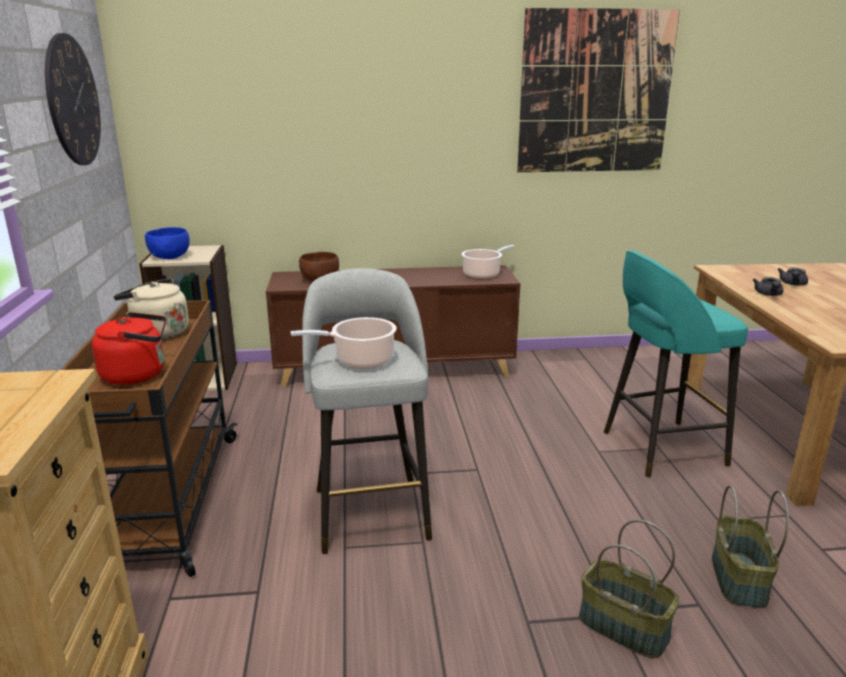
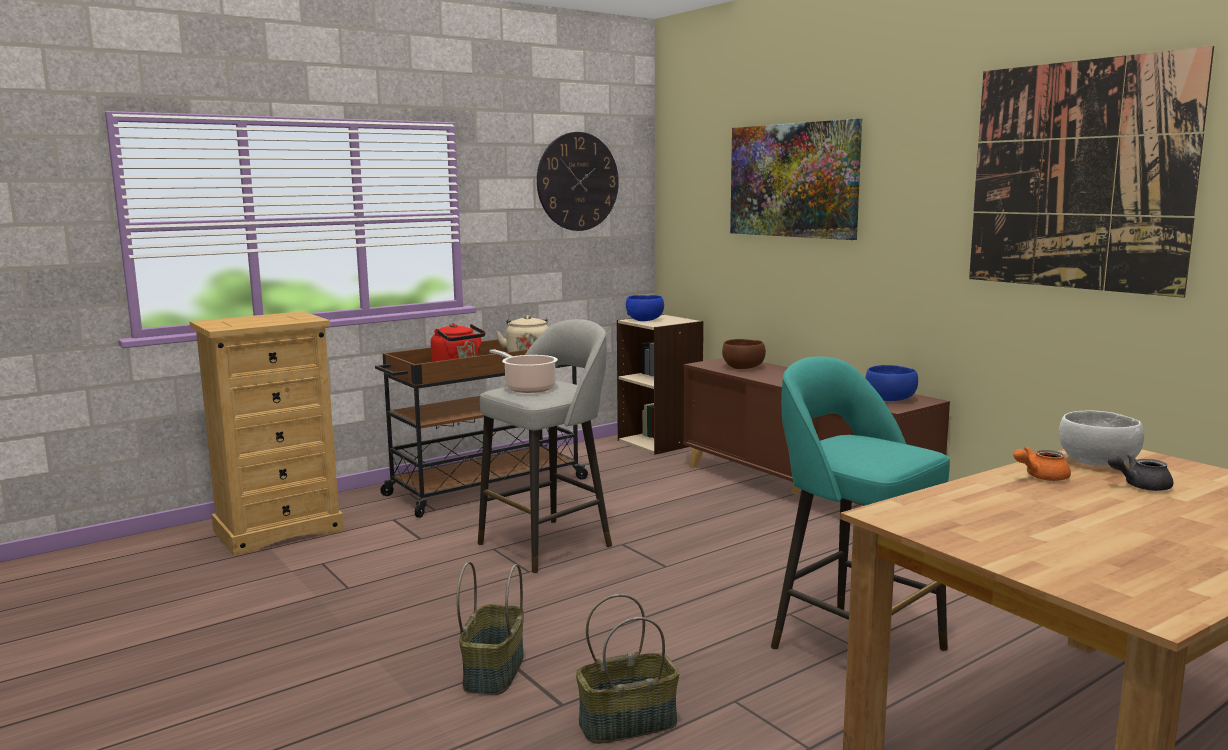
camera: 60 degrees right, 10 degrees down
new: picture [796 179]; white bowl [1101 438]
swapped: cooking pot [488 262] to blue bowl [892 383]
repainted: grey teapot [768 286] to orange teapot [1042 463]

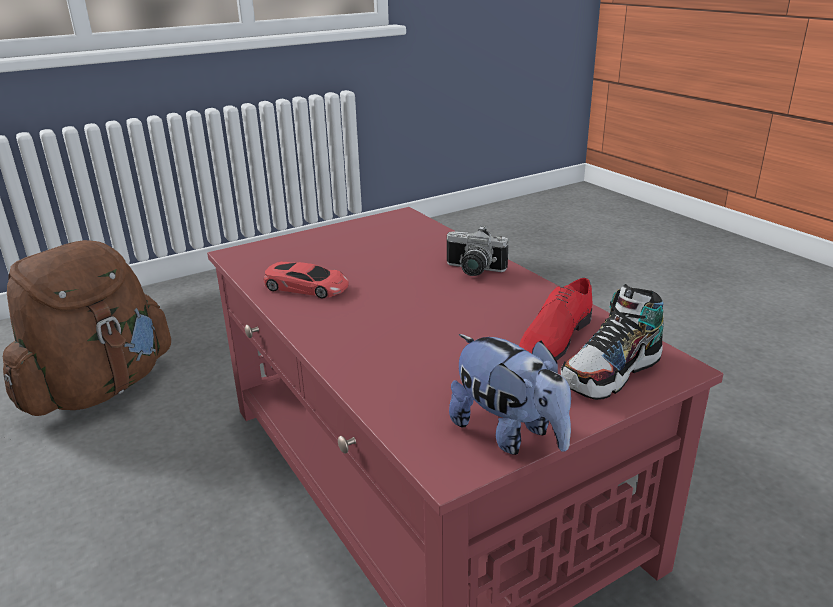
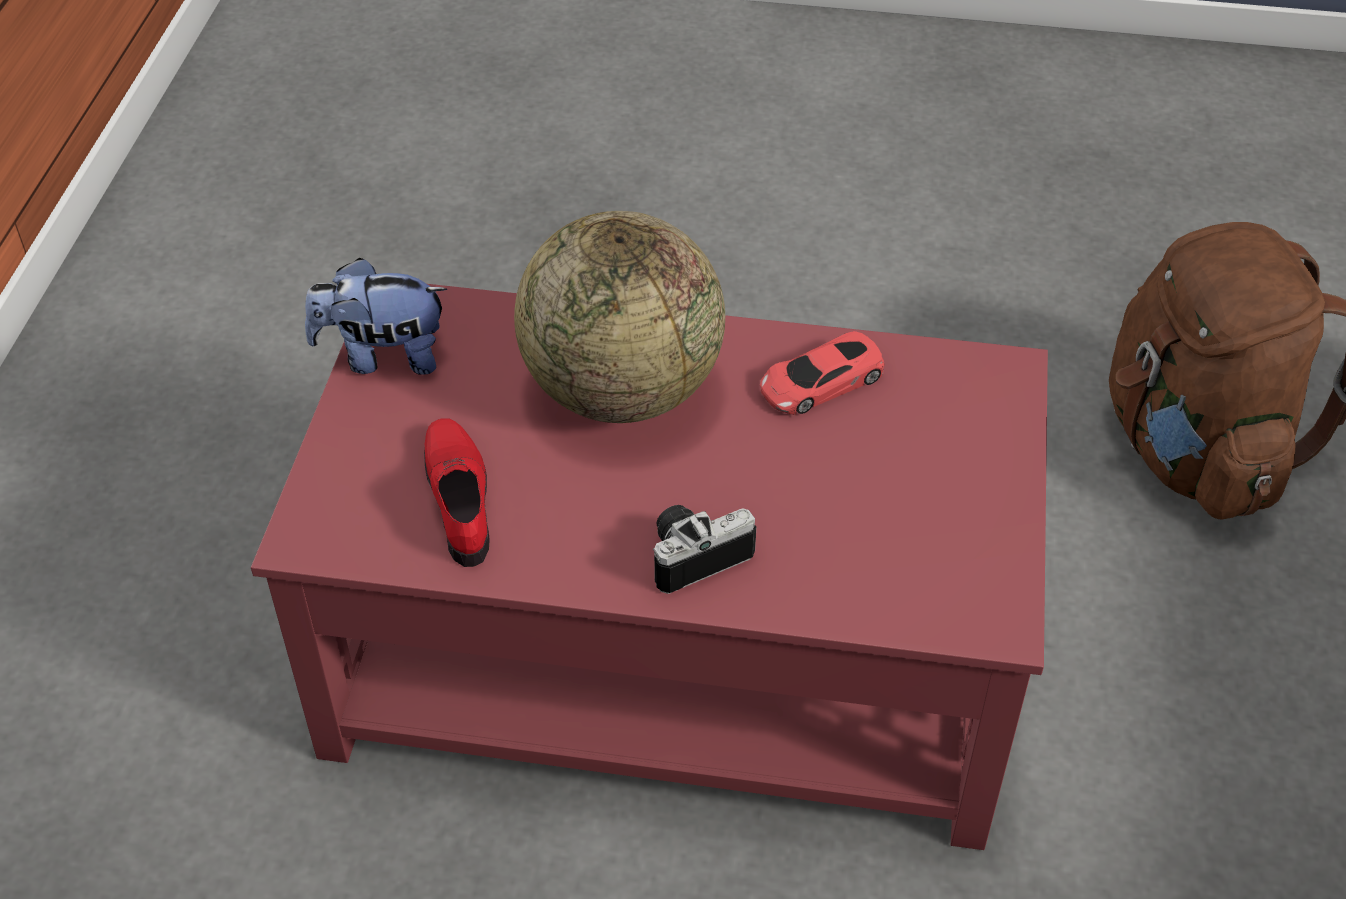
camera: 130 degrees right, 20 degrees up
gone: shoe [612 342]
new: globe [619 317]

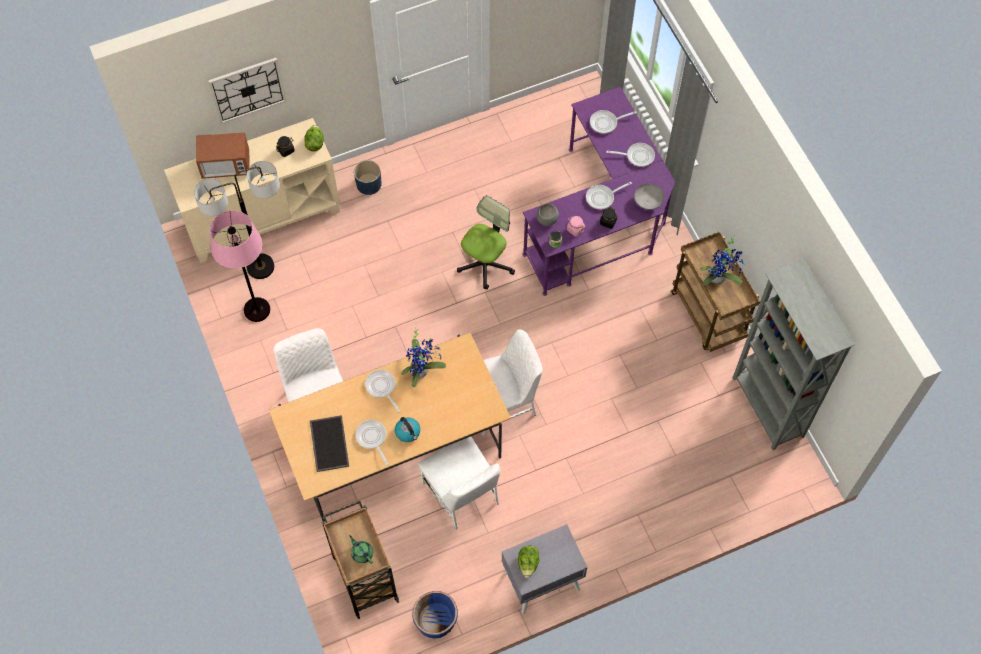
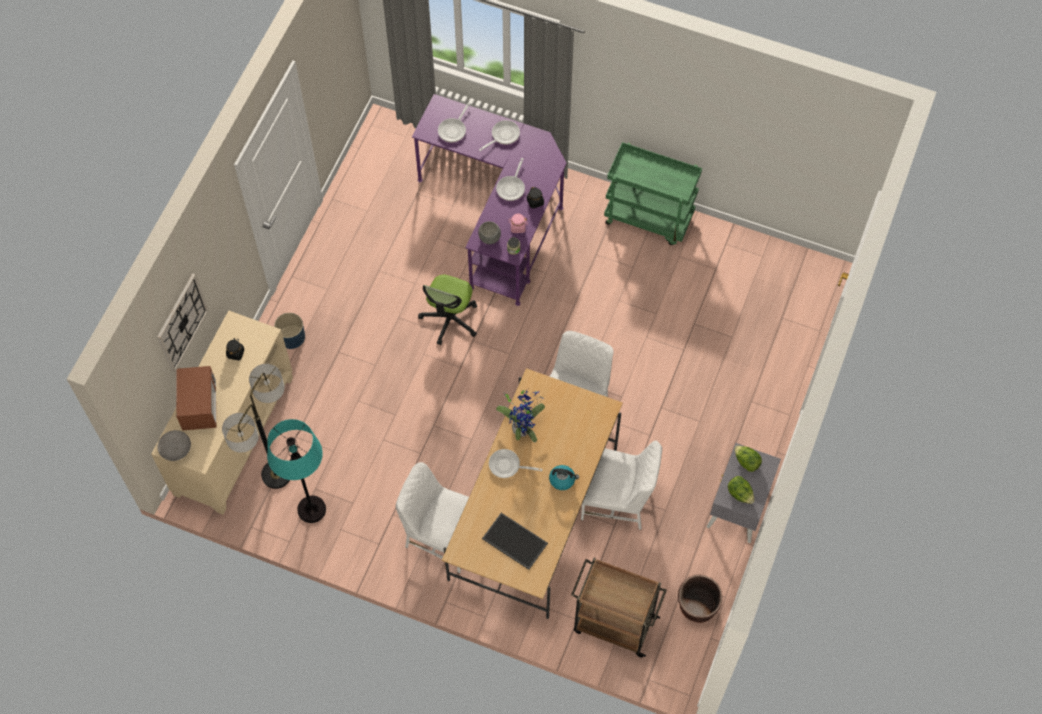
camera: 45 degrees left, 0 degrees up
gone: green teapot [361 549]; frying pan [372 443]; potted plant [722 260]; grey bookcase [794 354]
shifted: lettuce [314 138] to [748 459]; grey bowl [649 197] to [174 445]
repainted: pink floor lamp [240 266] to turquoise floor lamp [296 471]; blue planter [435 615] to brown planter [700 598]; brown cart [715 292] to green cart [653 193]
rotated: microwave [223 155] = [196 398] 45 degrees counterclockwise; office chair [486 242] = [447 310] 150 degrees counterclockwise

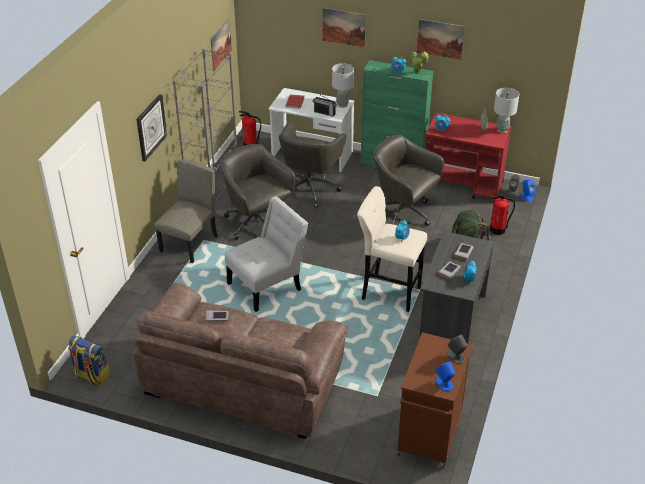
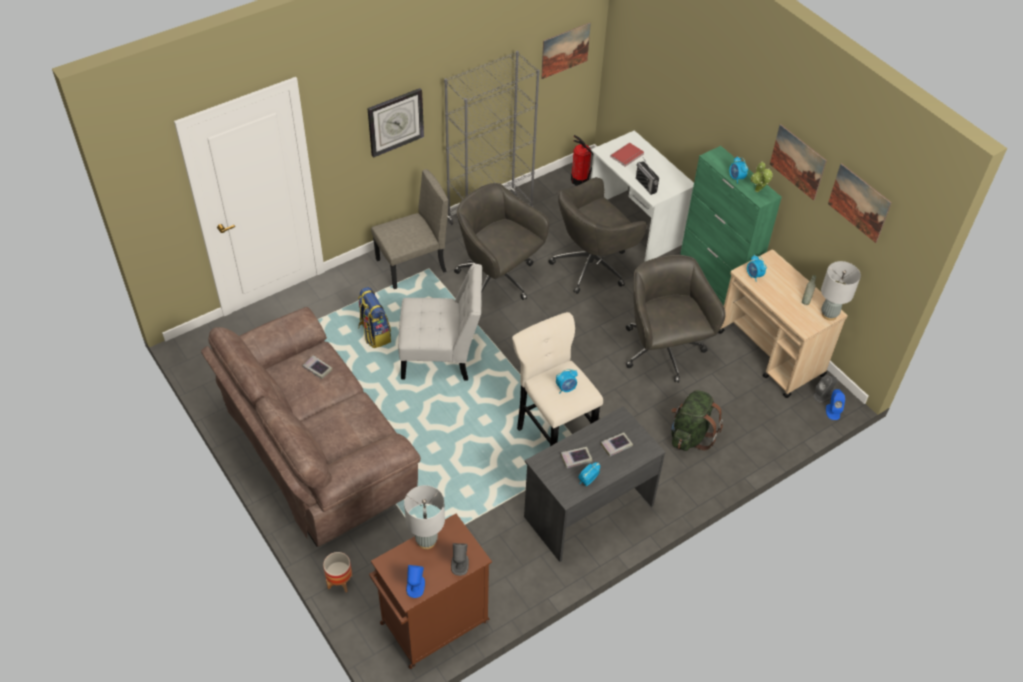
camera: 35 degrees right, 10 degrees up
gone: fire extinguisher [502 214]
new: planter [337 572]
shifted: backpack [89 361] to [374 318]; picture [344 28] to [860 203]; grey table lamp [343 85] to [424 517]
repainted: red cart [468 157] to beige cart [783 324]
rotated: grey office chair [258 192] = [501 241] 45 degrees counterclockwise

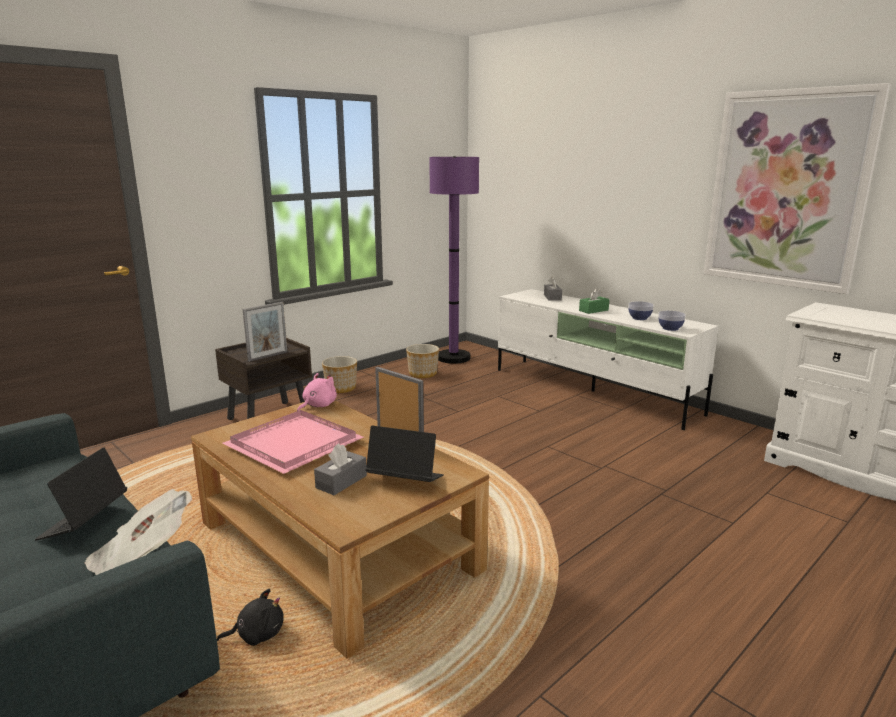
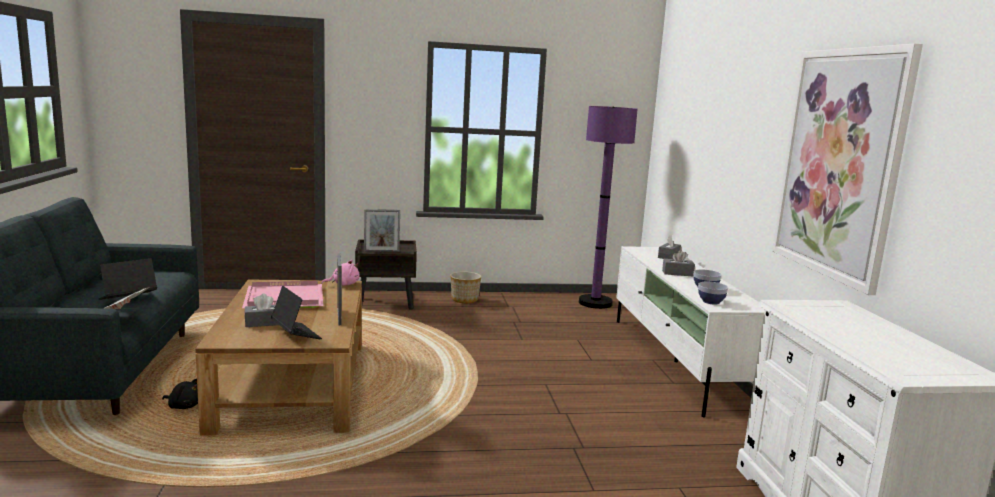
camera: 35 degrees right, 5 degrees down
gone: planter [422 361]
repainted: green tissue box [594 301] to grey tissue box [678 263]

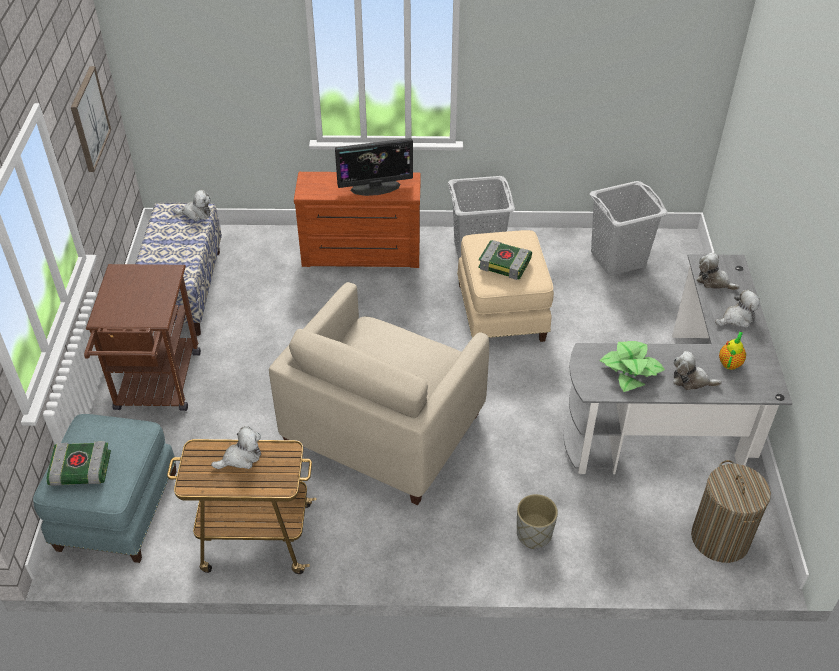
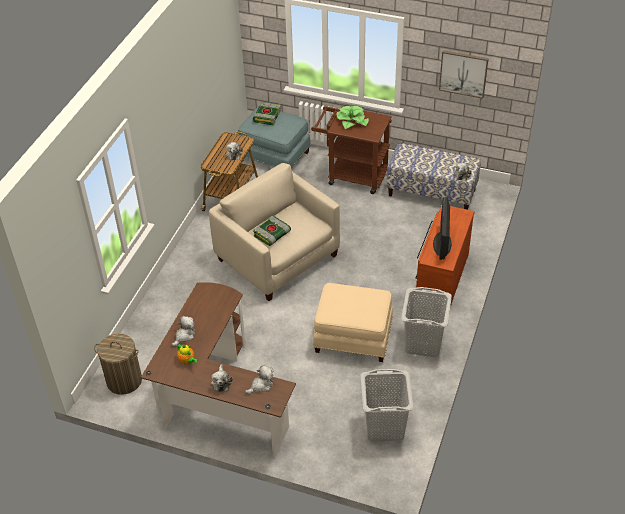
camera: 110 degrees right, 0 degrees up
gone: grey planter [537 521]
shifted: book [505 260] to [272 231]; potted plant [632 366] to [352 117]
repainted: grey desk [678 364] to brown desk [218 370]

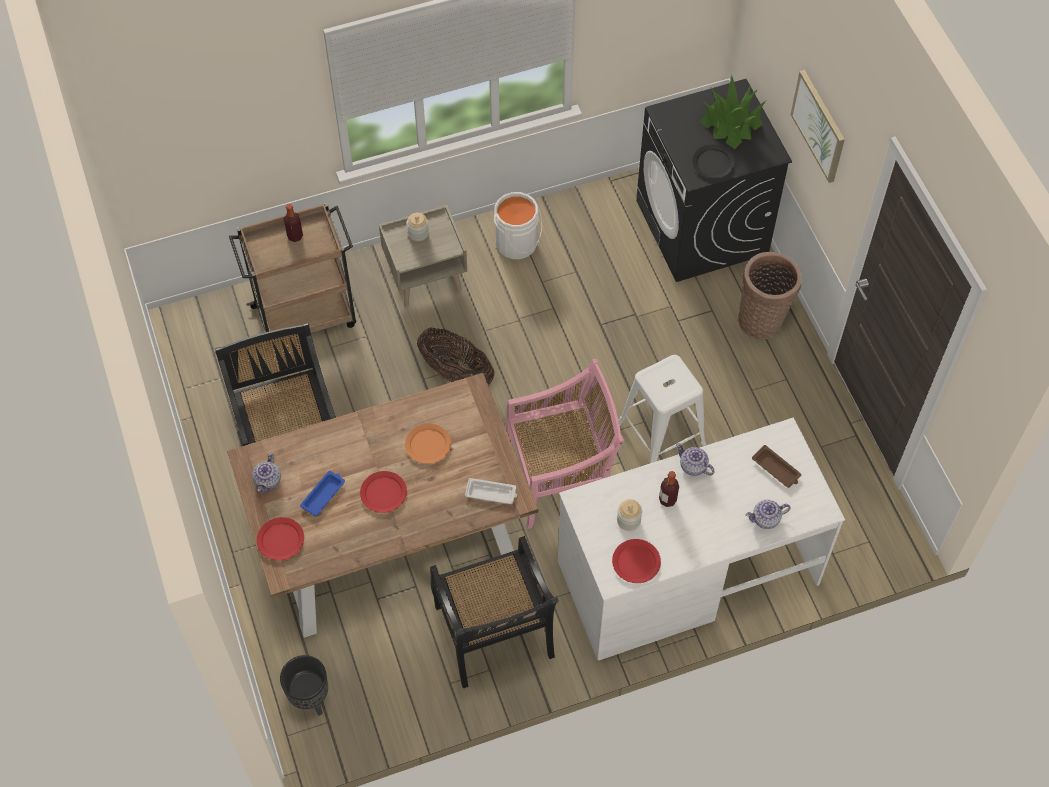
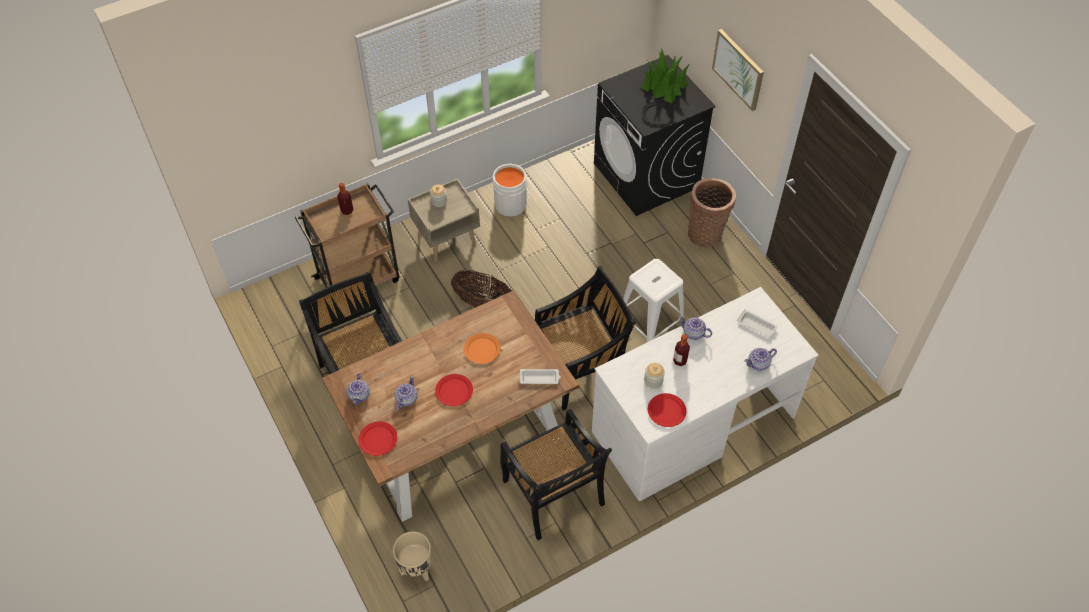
camera: 10 degrees left, 5 degrees down
swapped: blue tray [322 493] to teapot [405 393]
repainted: black planter [304 685] to beige planter [412 556]; pink chair [565 444] to black chair [585 338]; brown tray [776 466] to white tray [757 323]

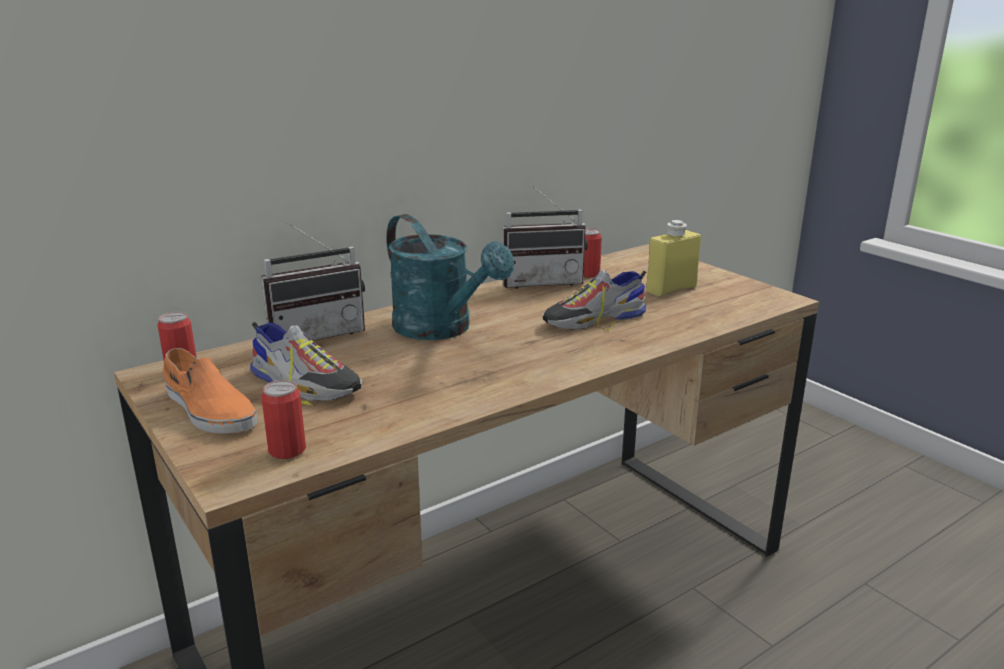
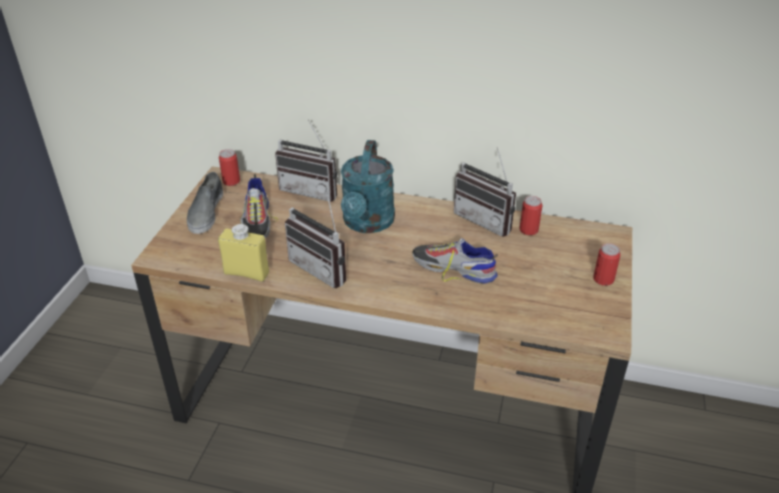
camera: 50 degrees right, 15 degrees up
new: radio [315 240]
shifted: can [284 419] to [607 264]; yellow bottle [673 258] to [243 252]
repainted: orange shoe [210 391] to grey shoe [205 203]

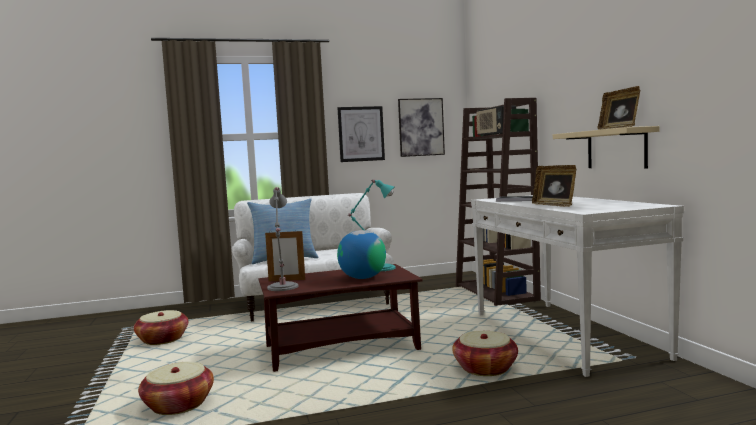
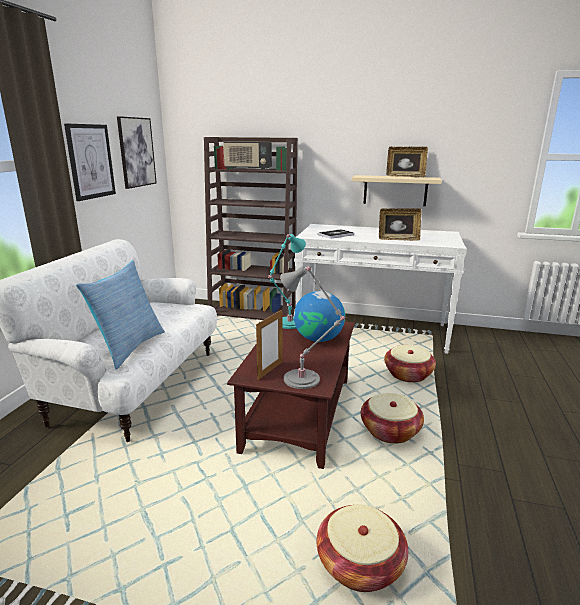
camera: 60 degrees left, 15 degrees up
shifted: basket [161 327] to [392 418]

